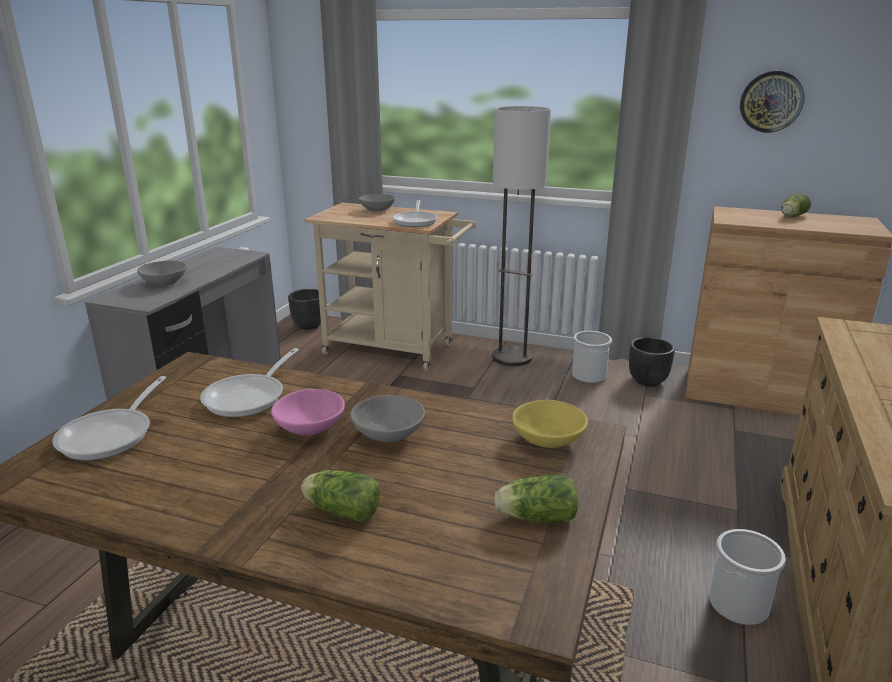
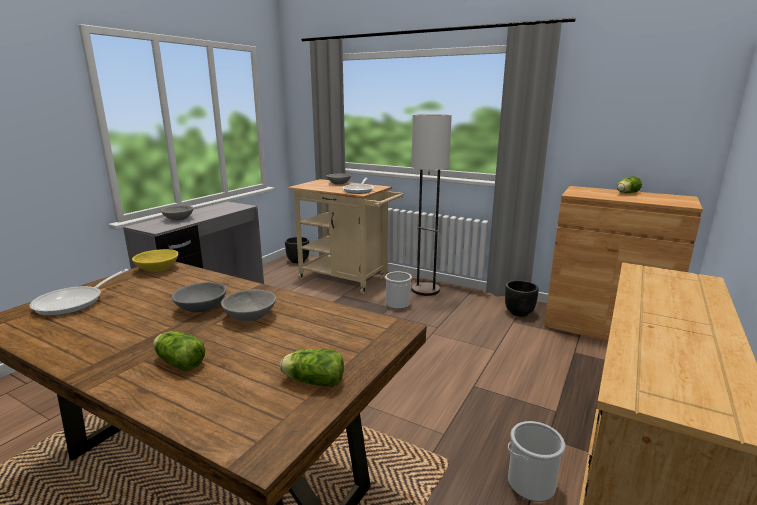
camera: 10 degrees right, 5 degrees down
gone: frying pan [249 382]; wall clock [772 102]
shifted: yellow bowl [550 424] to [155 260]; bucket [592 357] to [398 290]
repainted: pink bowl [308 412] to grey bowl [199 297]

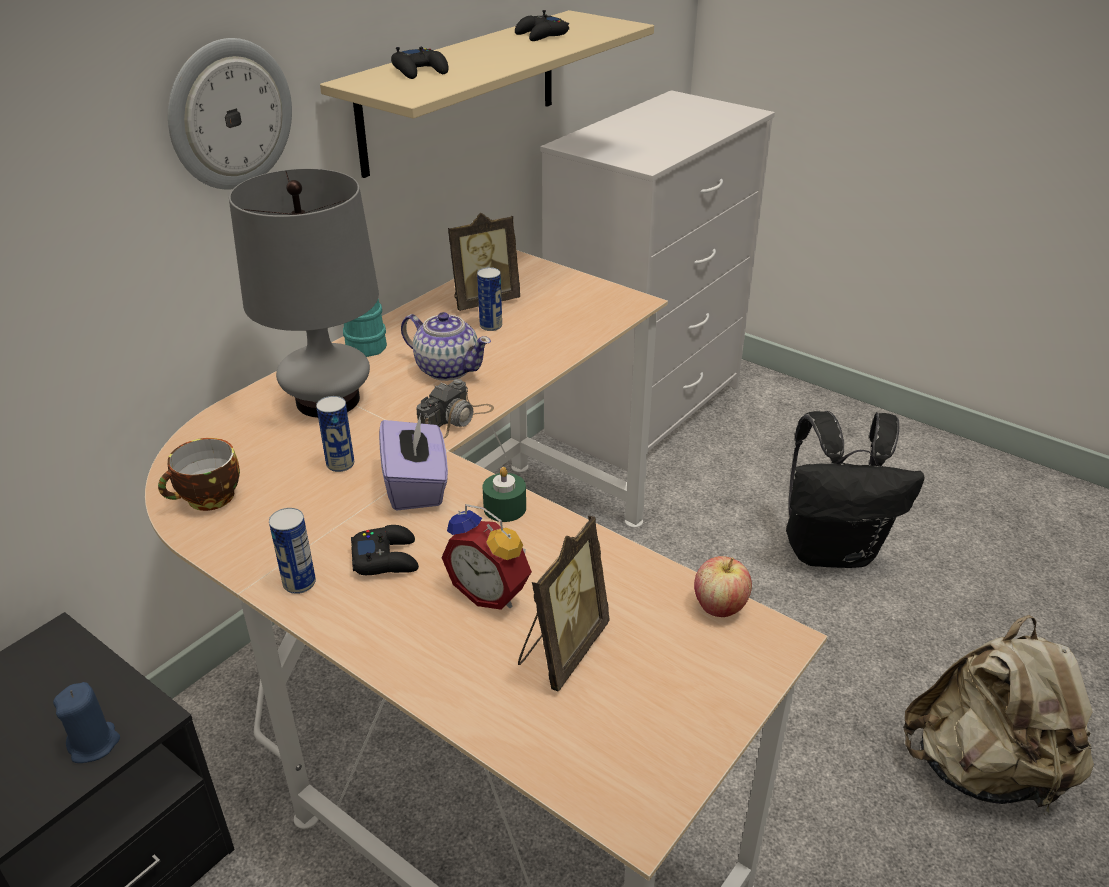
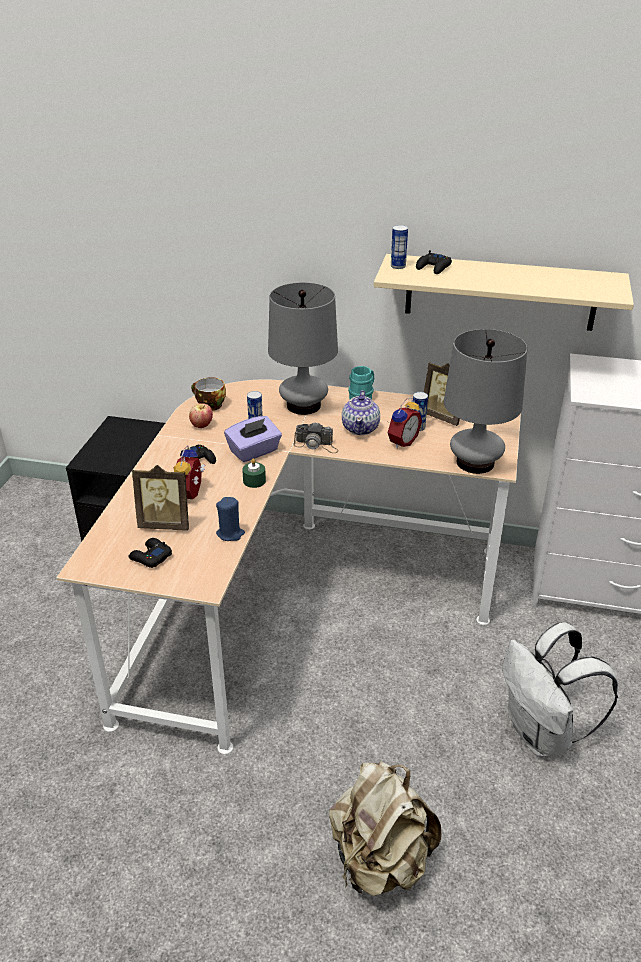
camera: 65 degrees right, 0 degrees up
gone: wall clock [230 113]
new: alarm clock [405 423]; grey table lamp [486 401]
shifted: blue candle [86 722] to [230 519]; can [292 551] to [399 247]; black game controller [542 25] to [150 553]; apple [723 586] to [201 415]
repainted: black backpack [855 489] to white backpack [560 689]

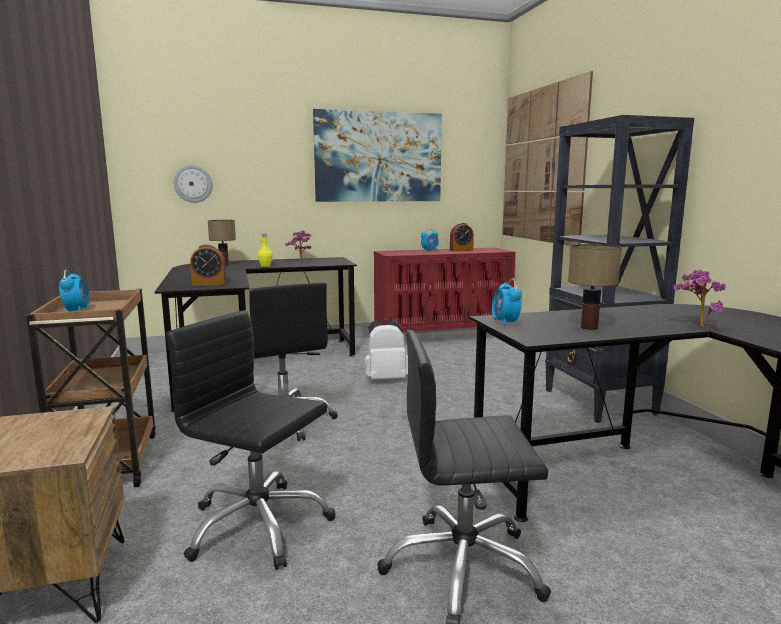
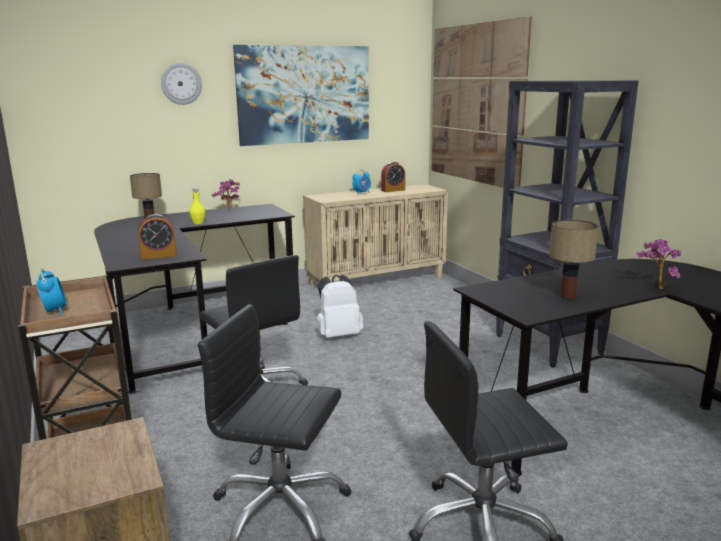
camera: 10 degrees left, 5 degrees up
gone: alarm clock [507 302]
shifted: wall clock [193 184] to [181 84]
repainted: red cabinet [445 290] to beige cabinet [375 235]

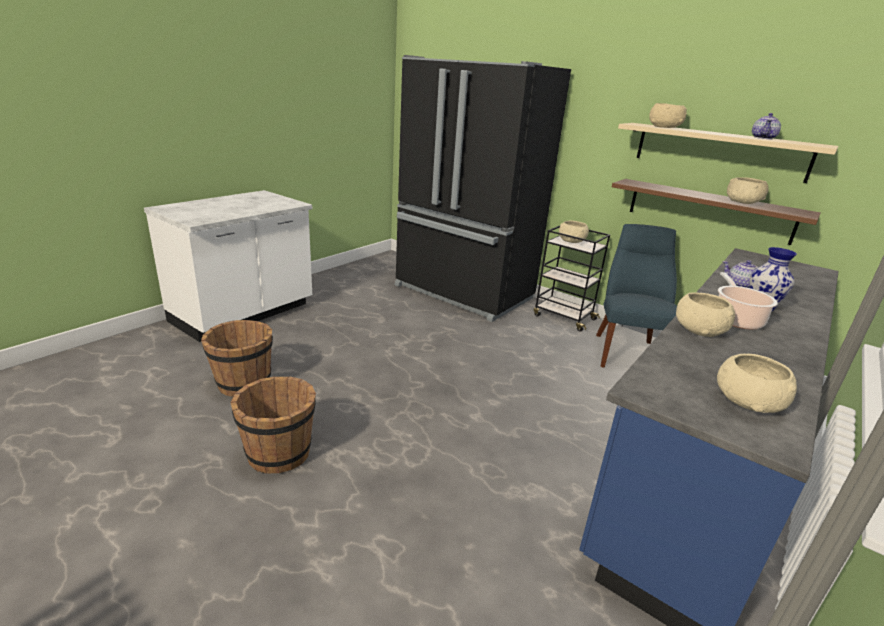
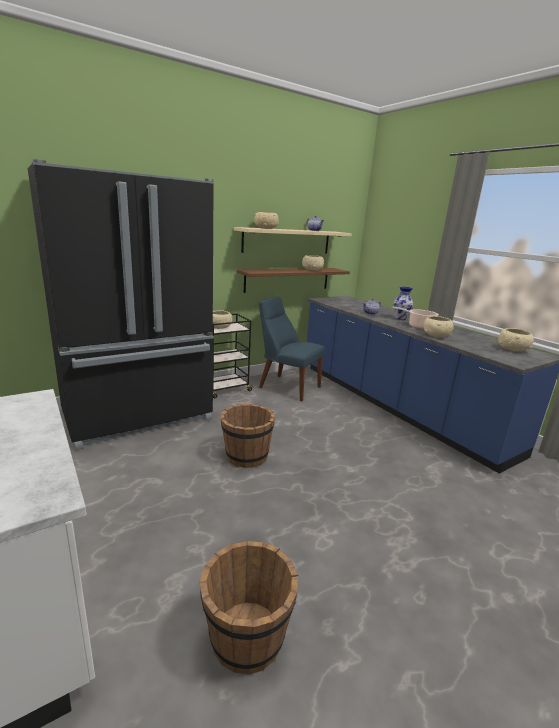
camera: 70 degrees left, 5 degrees down
shifted: brown bucket [273 425] to [248 436]

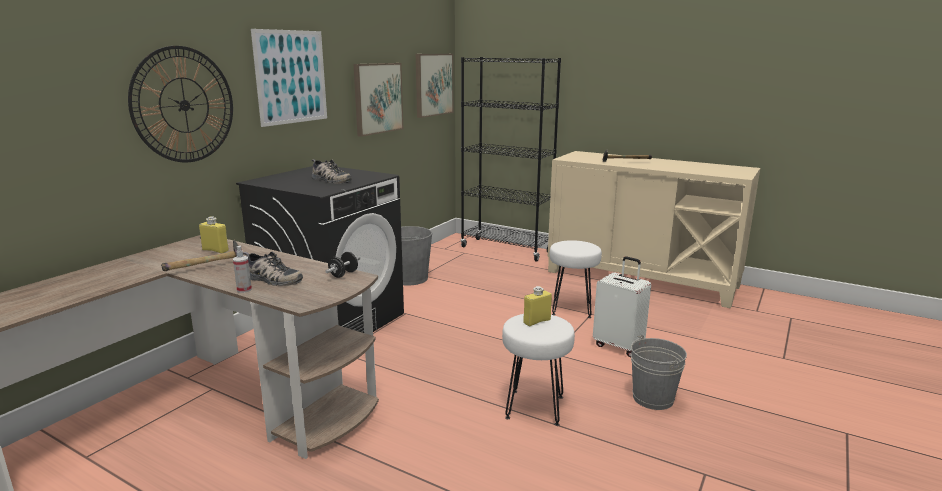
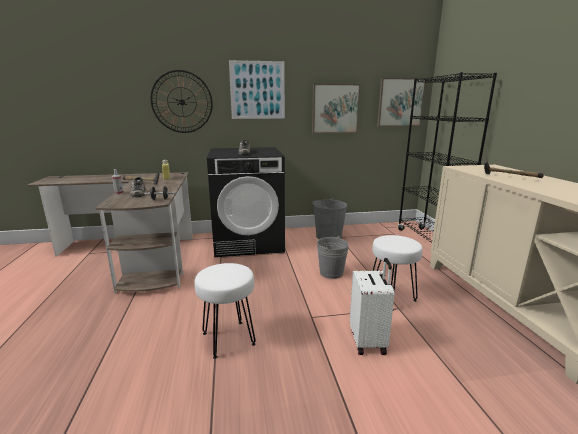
camera: 50 degrees right, 0 degrees up
gone: yellow bottle [537 306]
shifted: grey bucket [659 372] to [333 257]

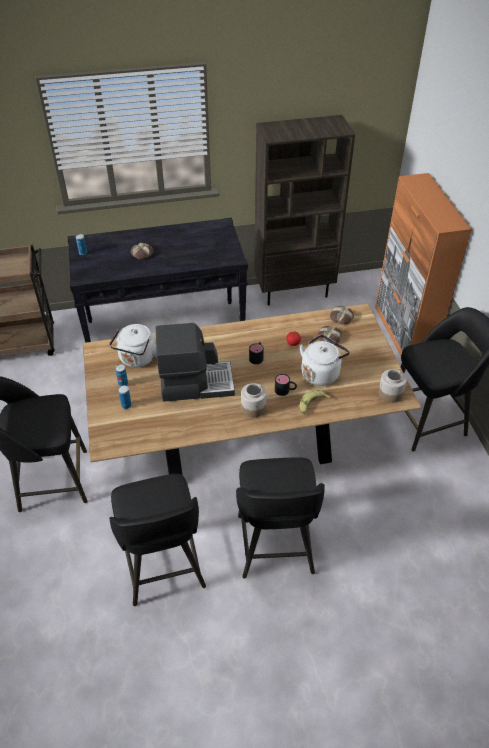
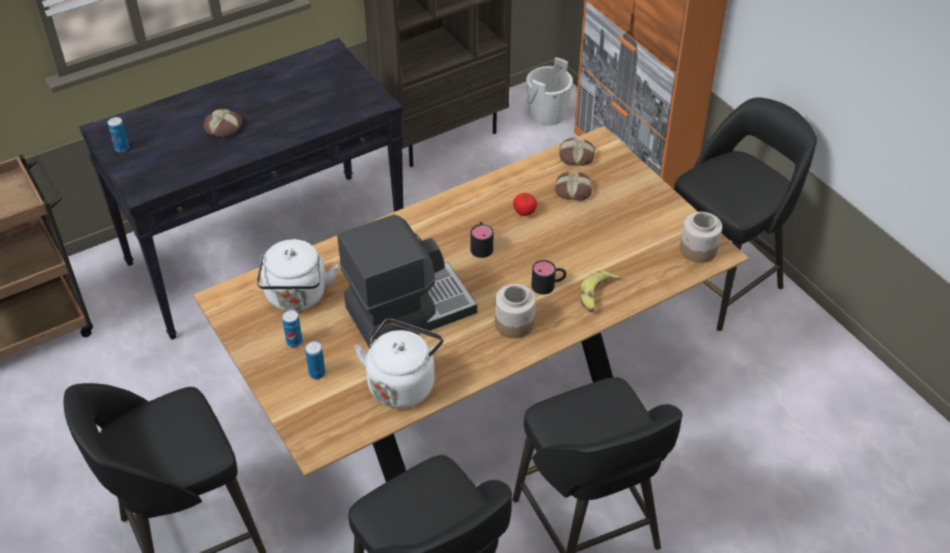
camera: 20 degrees left, 0 degrees up
new: white bucket [549 91]
shifted: white kettle [324 360] to [399 363]

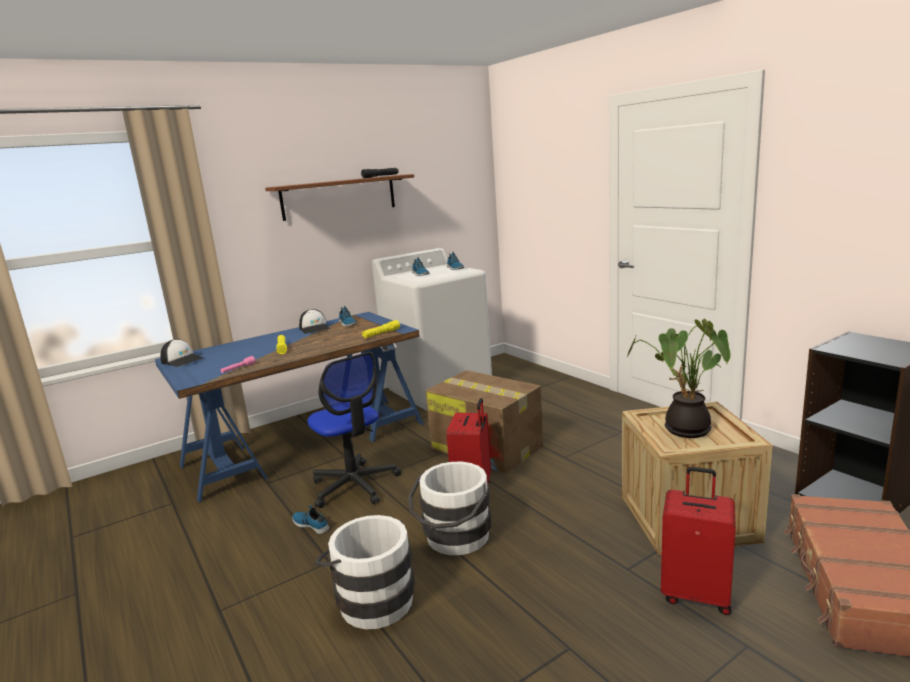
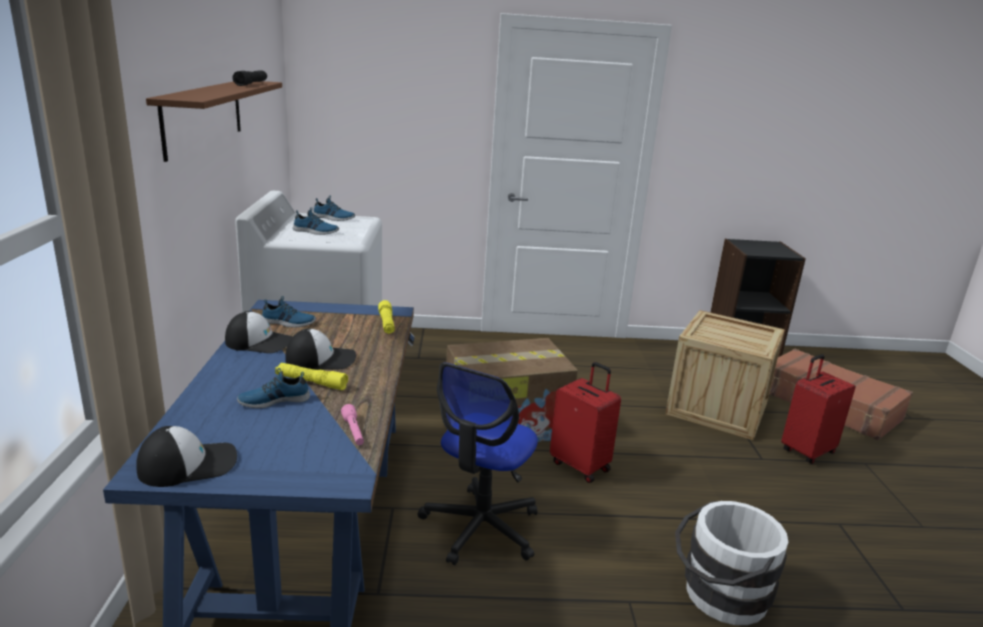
camera: 60 degrees left, 5 degrees up
gone: white bucket [449 508]; potted plant [678 378]
new: cap [320 349]
shifted: shoe [310 519] to [273 388]
rotated: office chair [354 430] = [478 463] 120 degrees clockwise

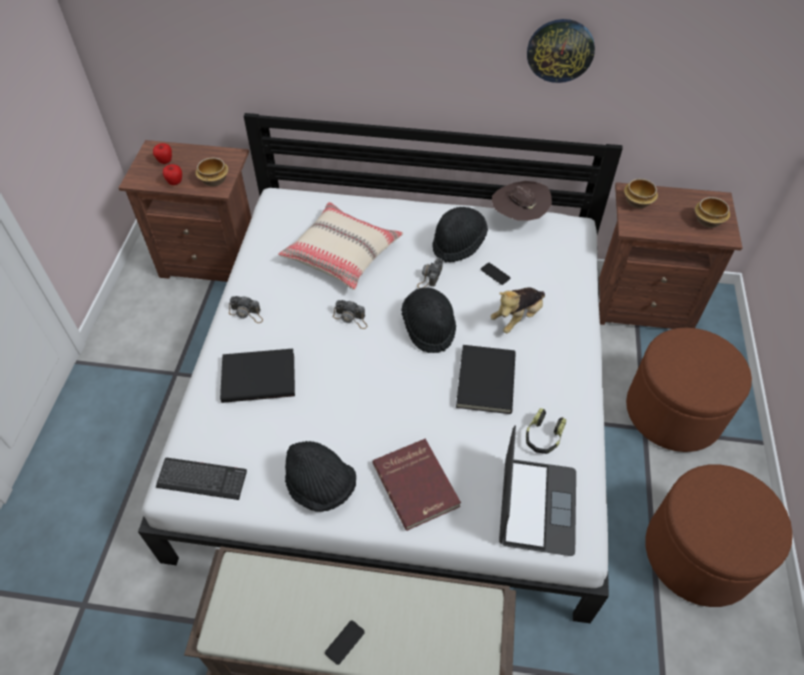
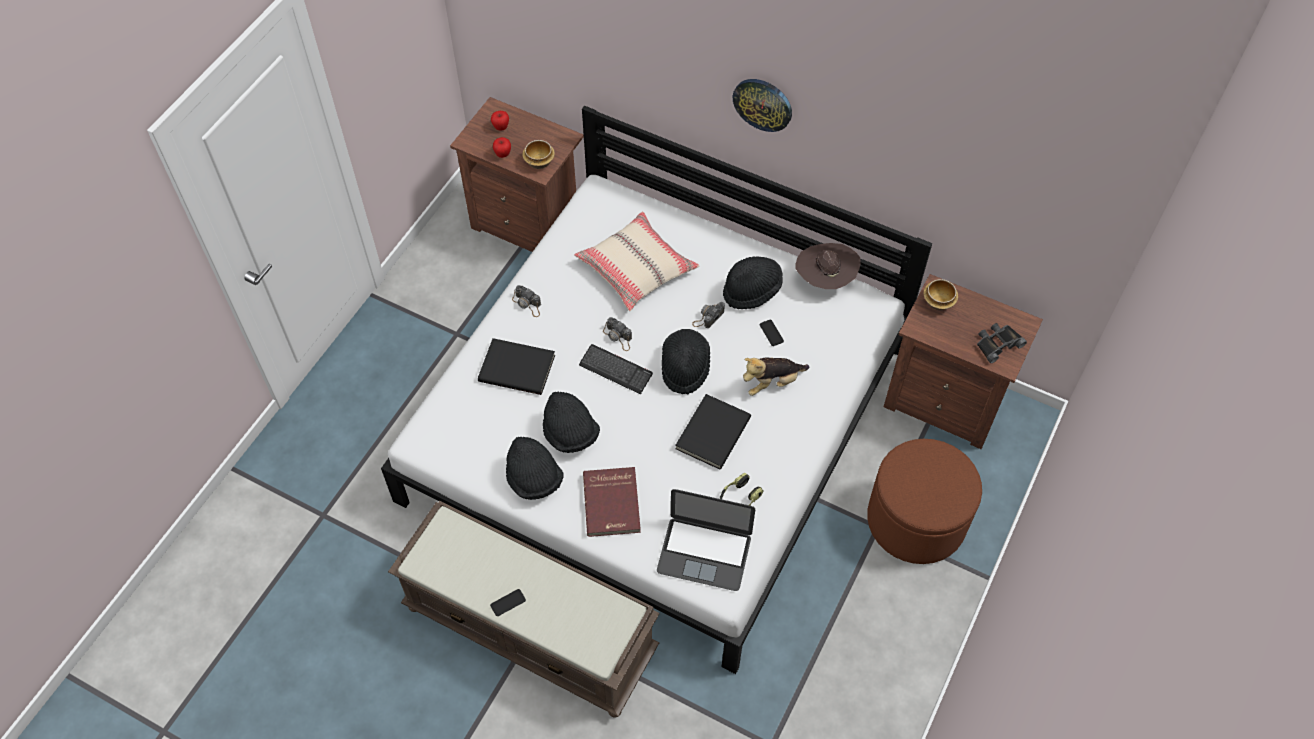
camera: 20 degrees right, 5 degrees up
gone: brown ottoman [719 535]
new: black hat [571 422]
shifted: keyboard [201 479] to [616 369]; wall clock [561 51] to [762 105]
swapped: bowl [712 212] to black binoculars [1002 343]
rotated: laptop [537 491] = [706 540] 75 degrees clockwise

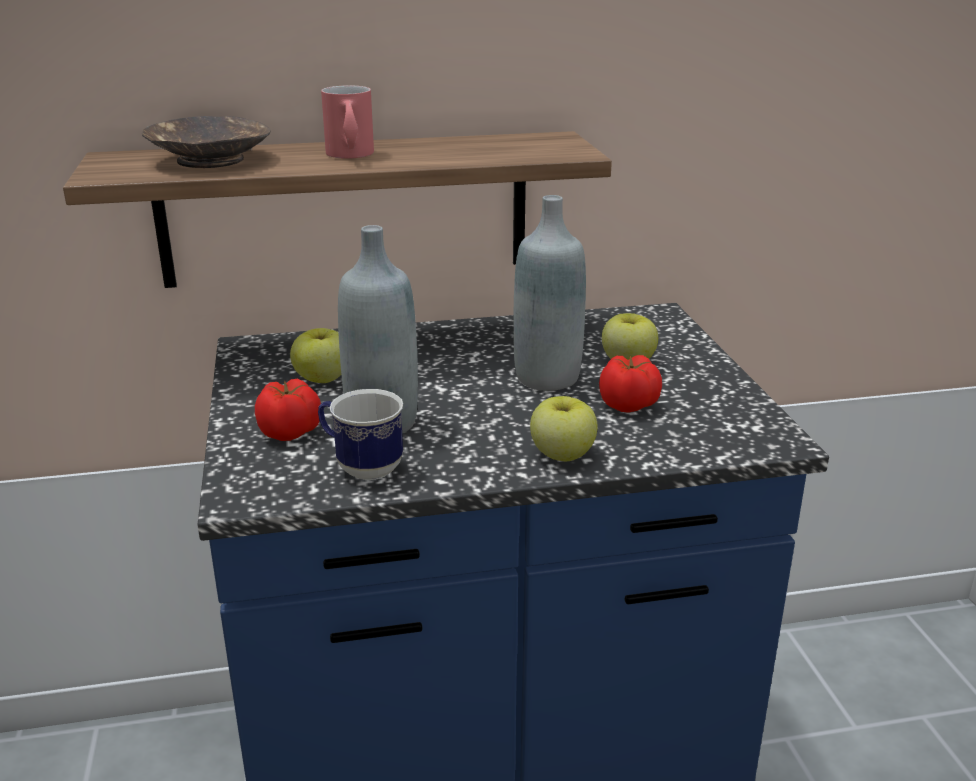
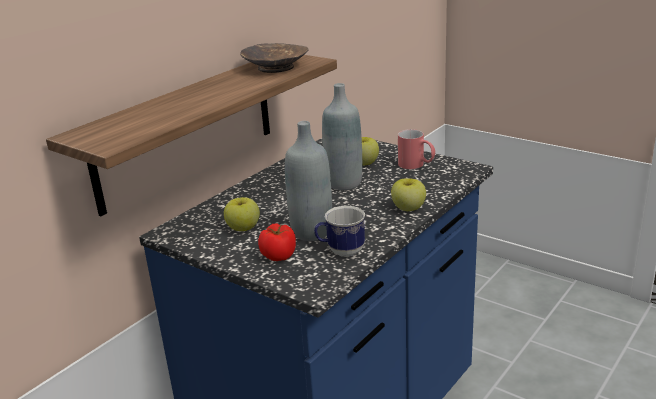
camera: 40 degrees left, 0 degrees up
gone: tomato [630 384]
shifted: brown bowl [206 142] to [274 58]; red mug [347 122] to [417 149]

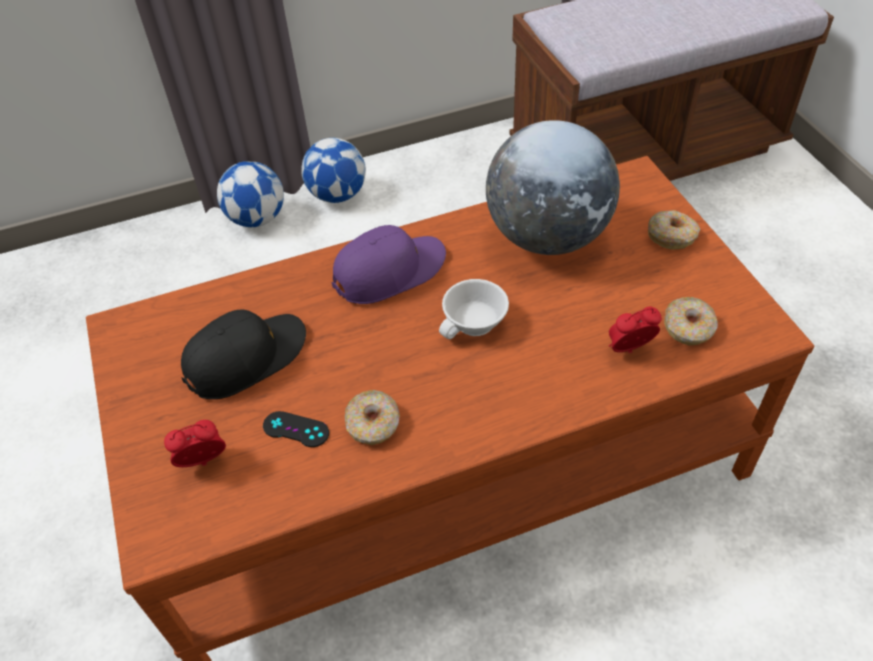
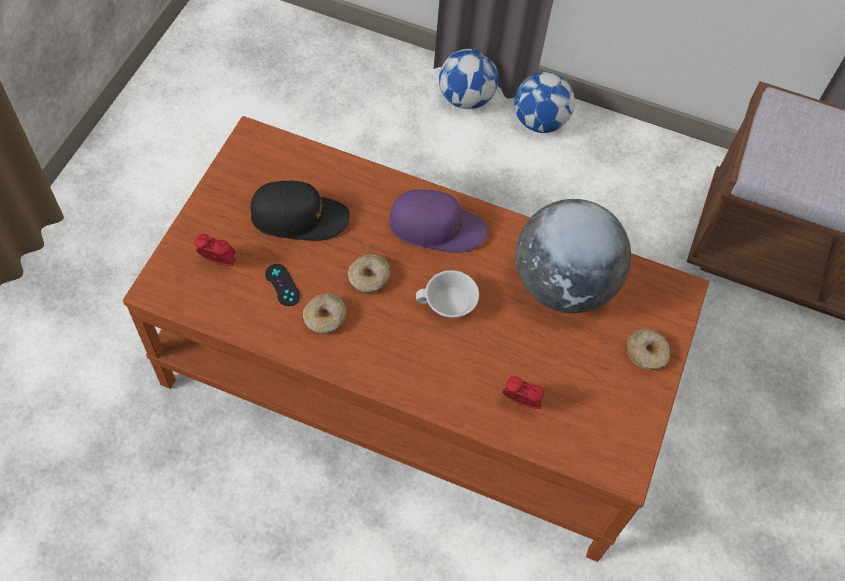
camera: 35 degrees right, 10 degrees up
shifted: donut [691 321] to [369 273]

